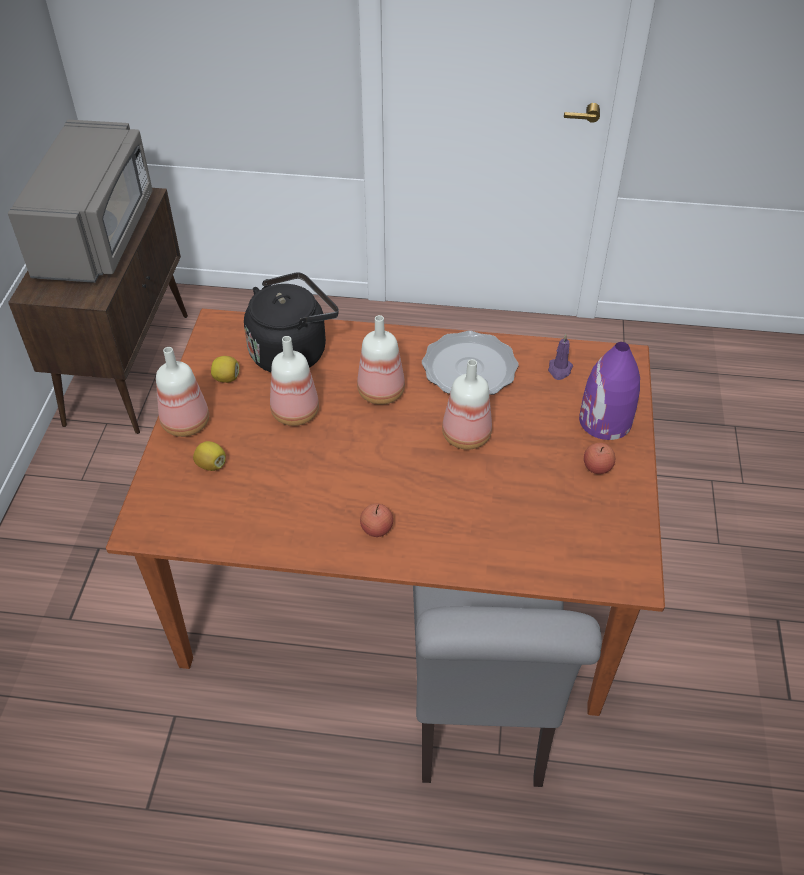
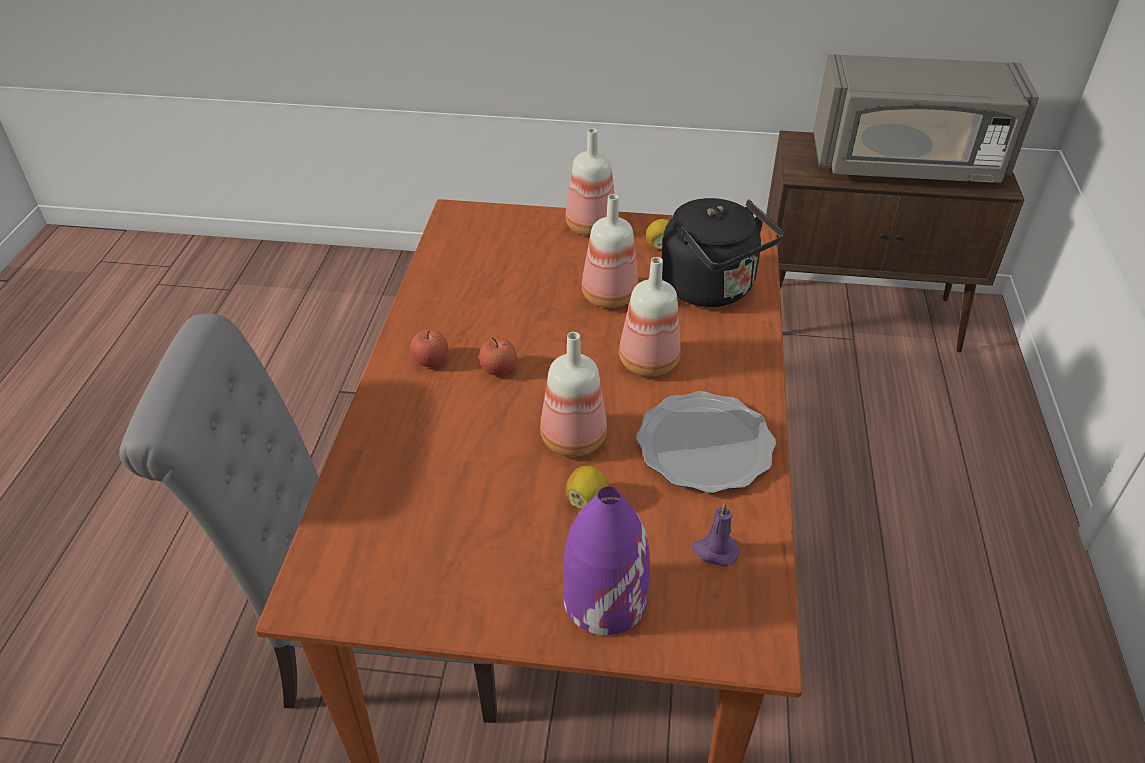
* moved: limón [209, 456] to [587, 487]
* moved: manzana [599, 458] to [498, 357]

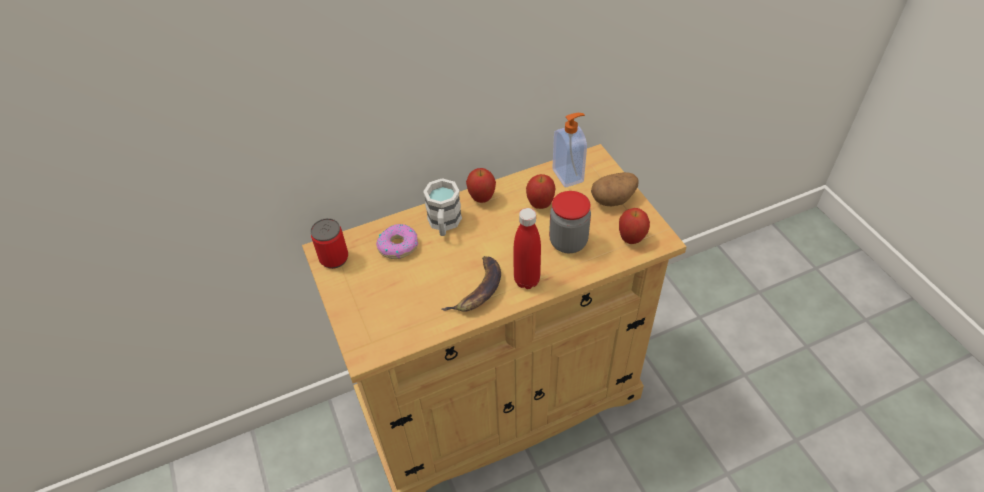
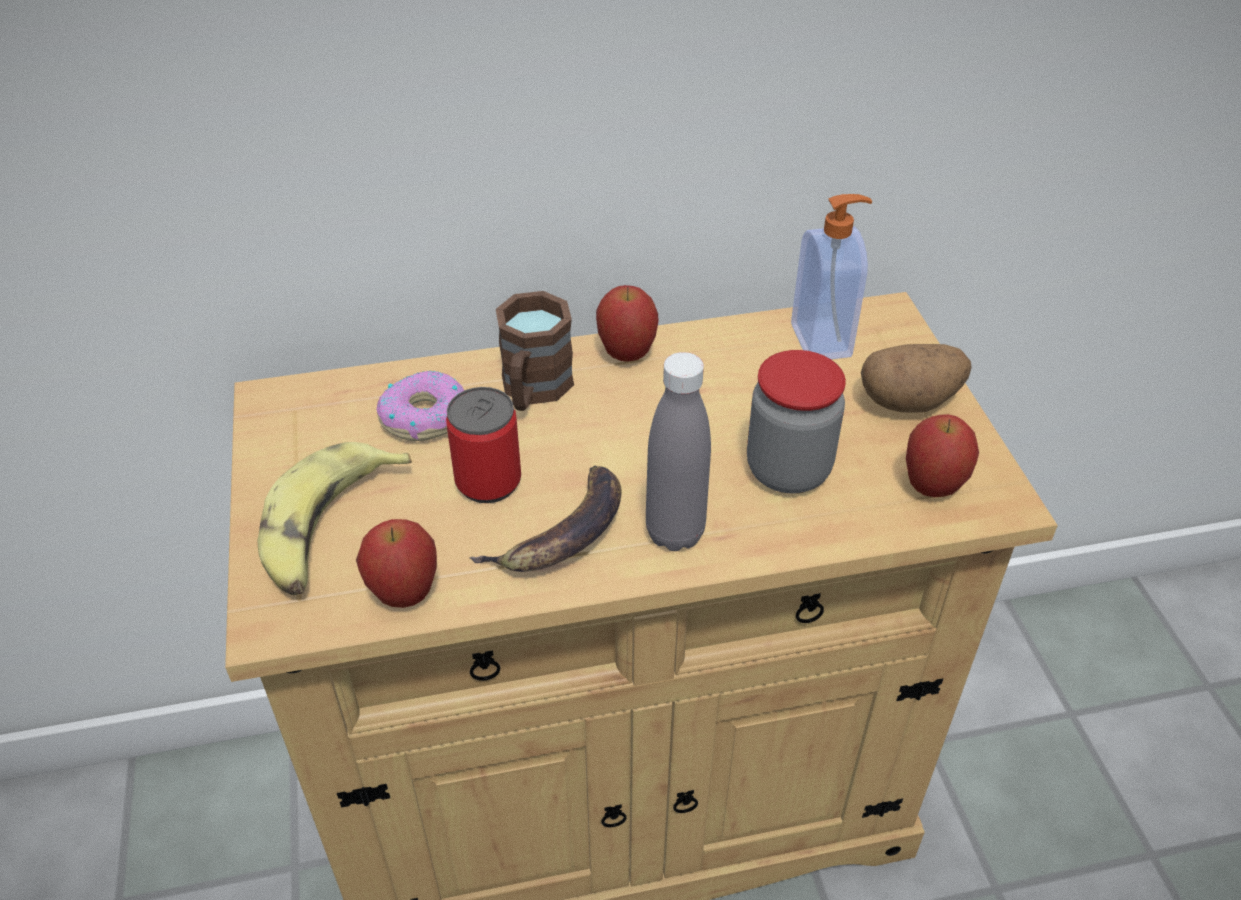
* moved: manzana [541, 191] to [396, 563]
* recoloured: taza grande (blanco) [442, 207] to taza grande (marrón) [535, 351]
* recoloured: botella (rojo) [527, 248] to botella (gris) [678, 451]
* moved: lata [329, 243] to [483, 445]
* added: plátano [335, 518]

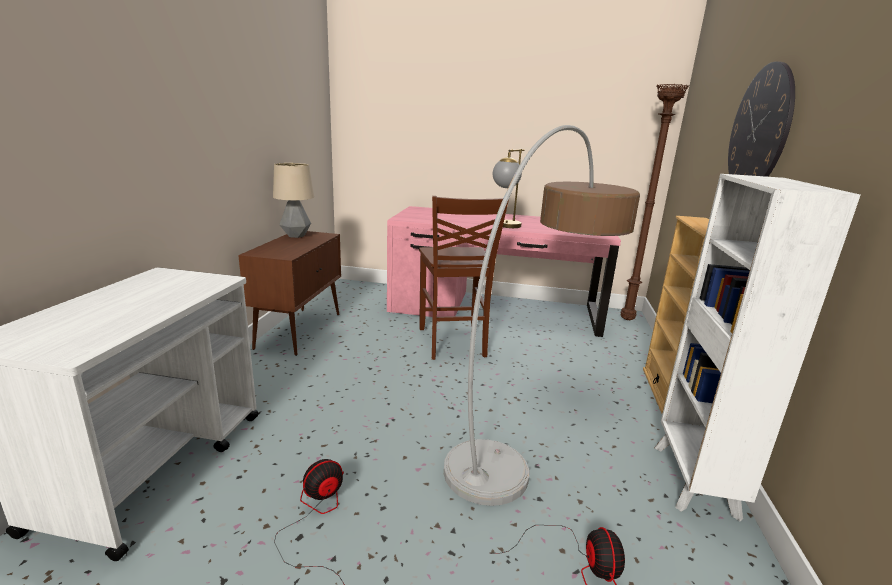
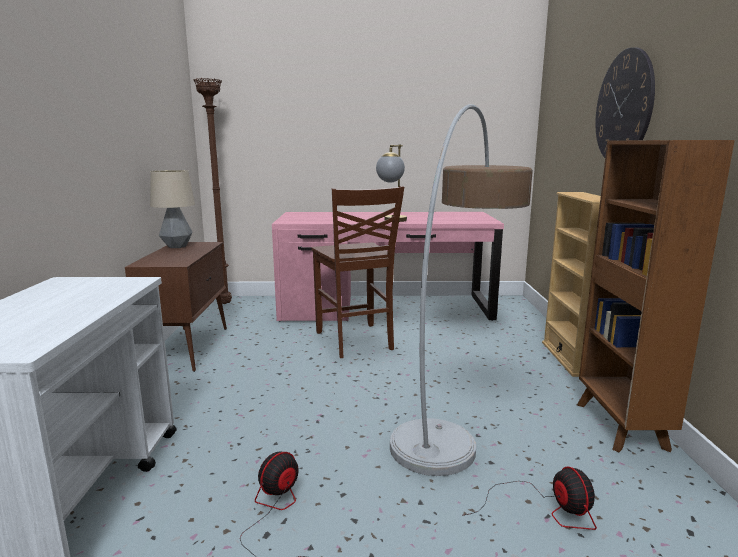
* moved: lámpara de pie (marrón) [655, 202] to [213, 191]
* recoloured: estantería (blanco) [757, 347] to estantería (marrón) [656, 296]

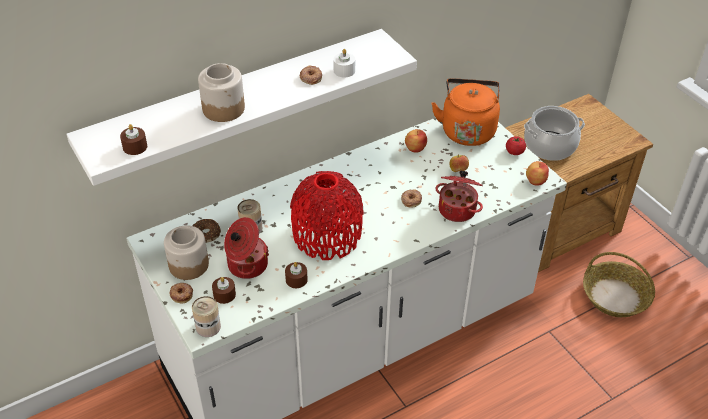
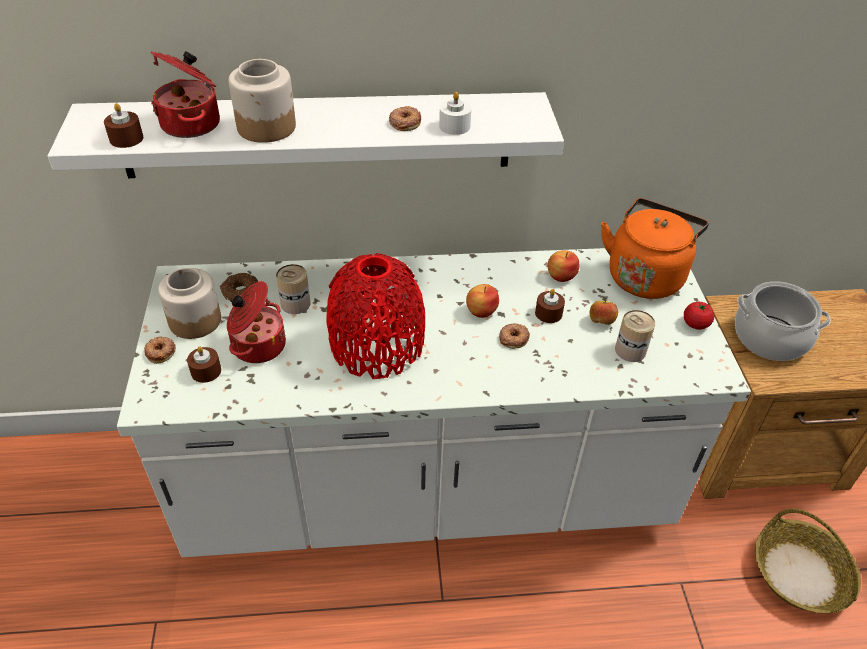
* moved: manzana [537, 173] to [482, 301]
* moved: olla [459, 196] to [185, 94]
* moved: vela (marrón) [296, 275] to [550, 306]
* moved: lata [206, 316] to [635, 336]

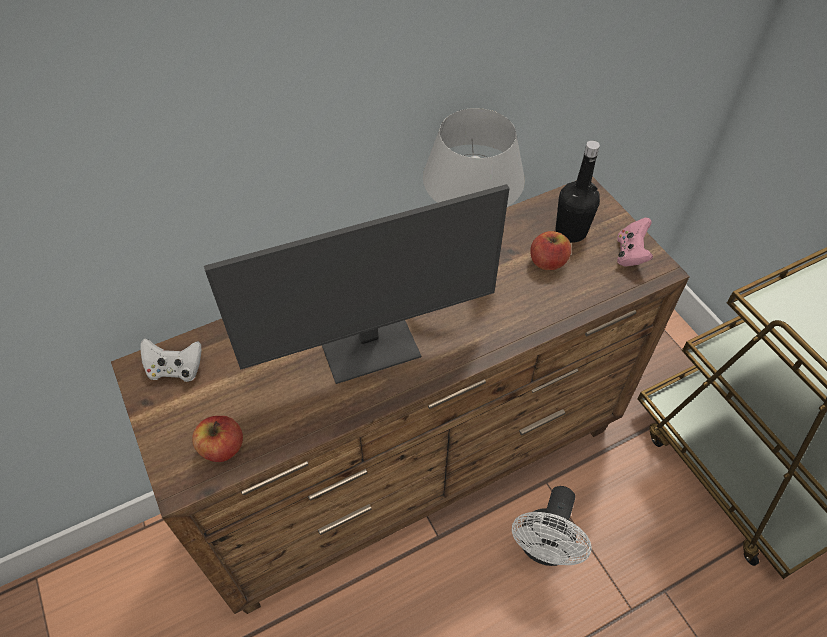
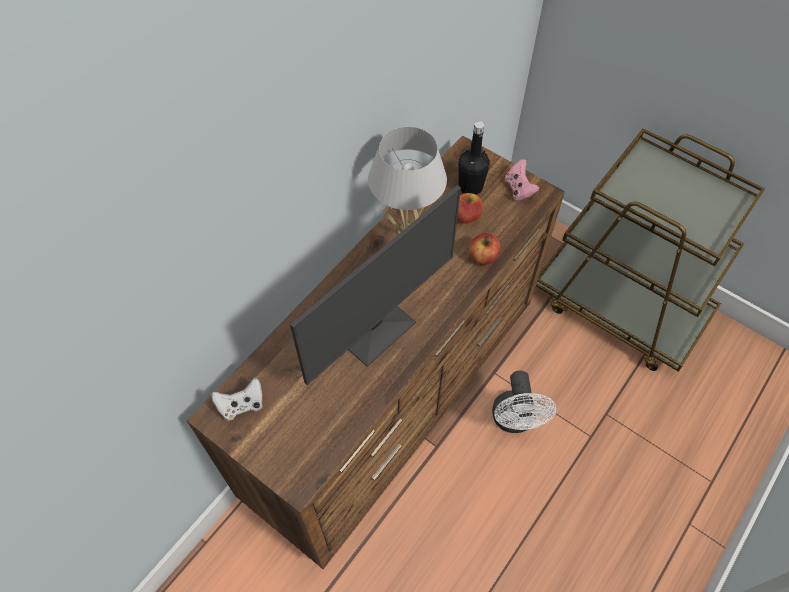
* moved: manzana [217, 439] to [485, 249]

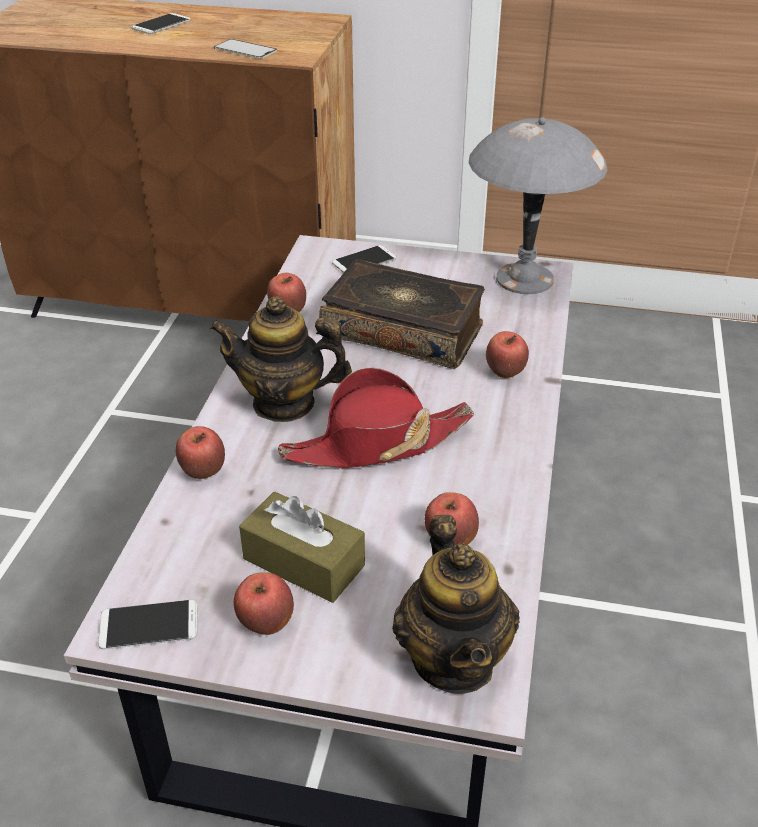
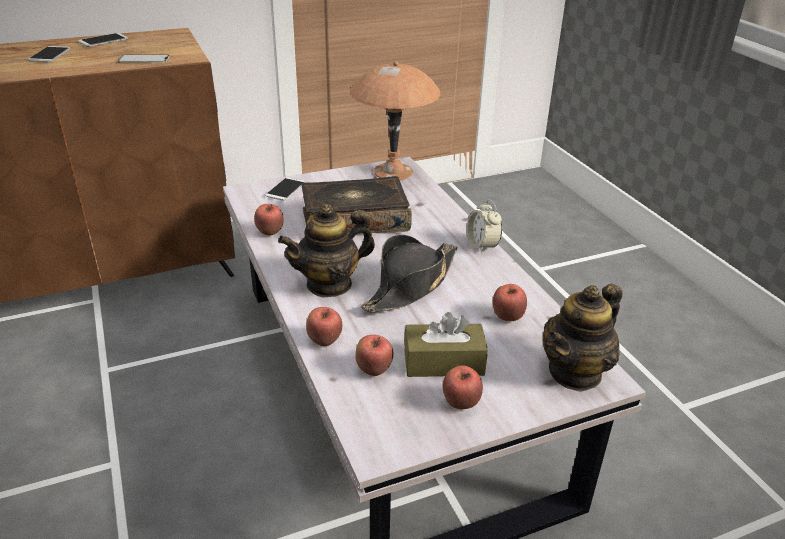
* recoloured: lámpara de mesa (gris) [538, 205] to lámpara de mesa (marrón) [394, 121]
* moved: manzana [507, 354] to [374, 355]
* recoloured: sombrero (rojo) [376, 418] to sombrero (negro) [409, 273]
* turned: tetera [456, 604] = [582, 338] 90 degrees clockwise
* moved: móvil [147, 624] to [103, 40]
* added: despertador [484, 226]

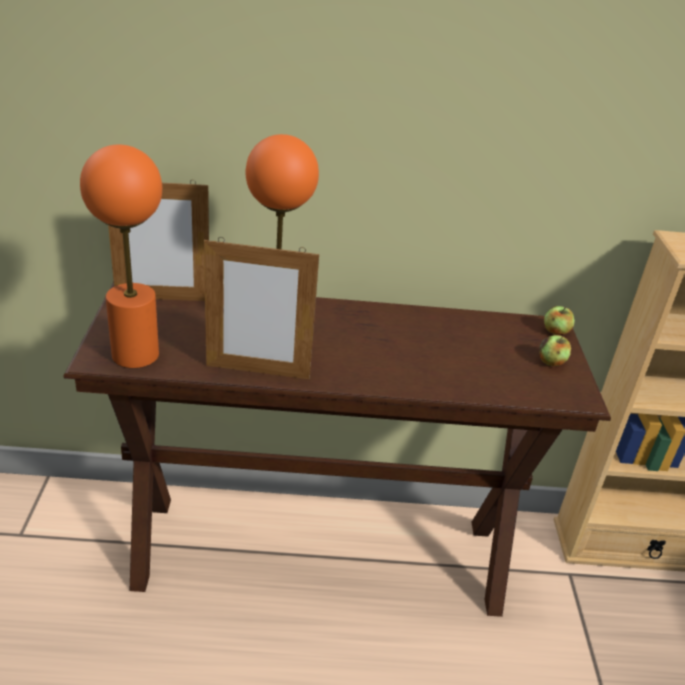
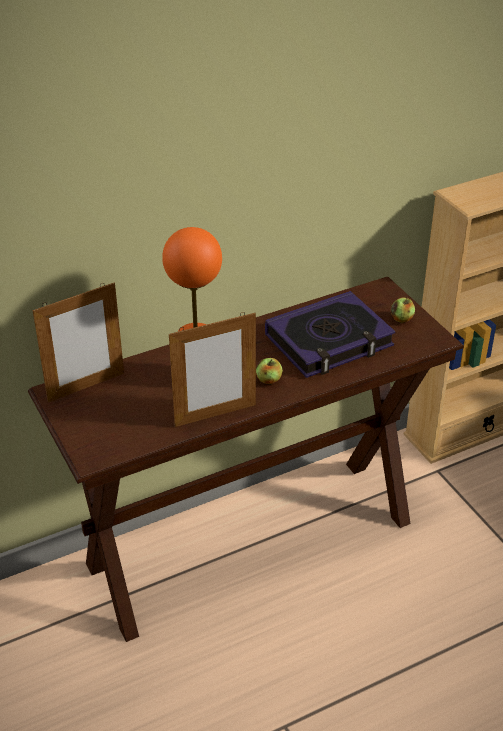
* removed: lámpara de mesa (naranja) [121, 256]
* moved: manzana [559, 320] to [269, 371]
* added: libro [330, 334]

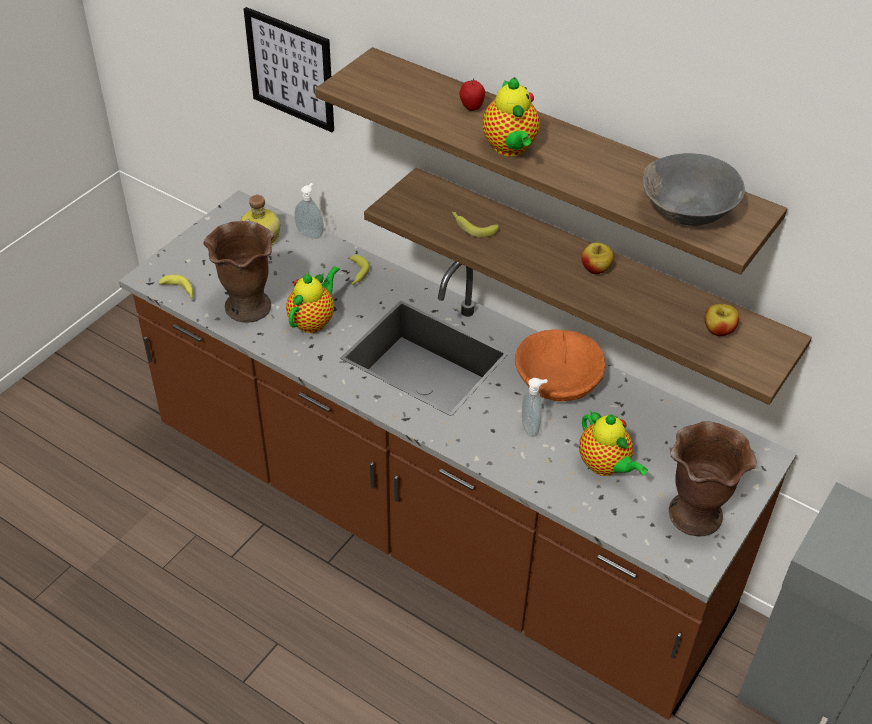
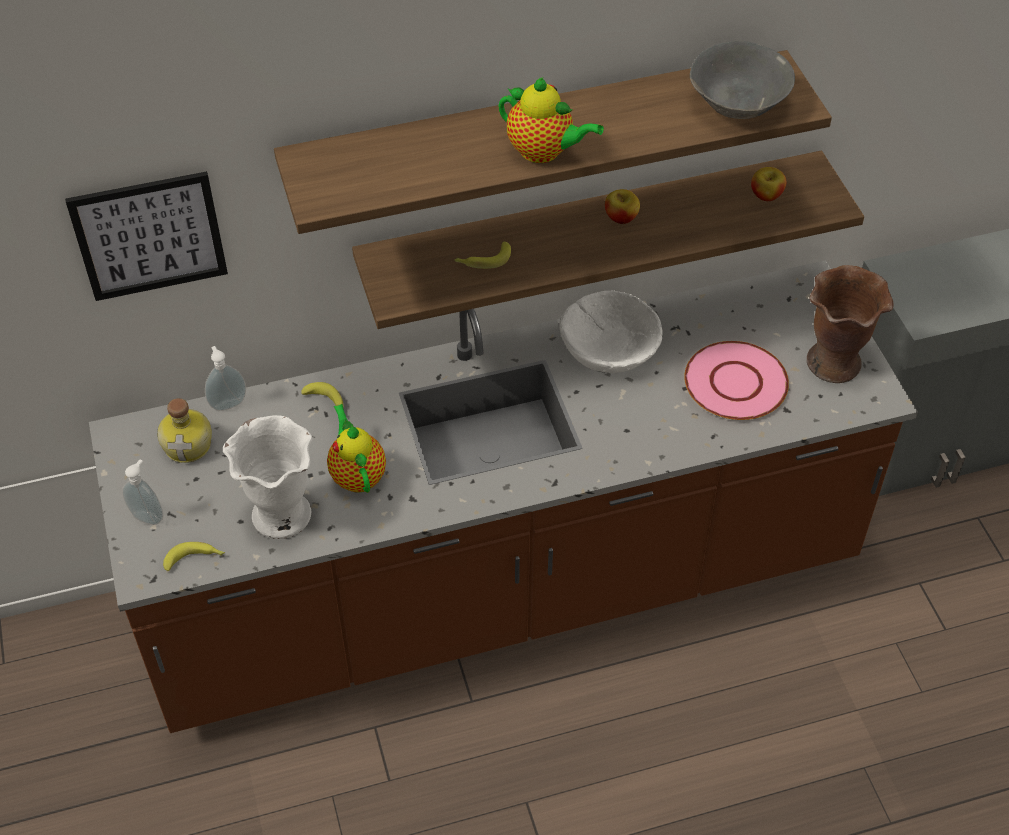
* removed: manzana [472, 94]
* recoloured: florero (marrón) [239, 272] to florero (blanco) [267, 477]
* recoloured: cuenco (naranja) [560, 365] to cuenco (blanco) [611, 331]
* moved: dispensador de jabón [535, 407] to [142, 492]
* replaced: tetera [613, 443] to plato (rosa) [736, 380]

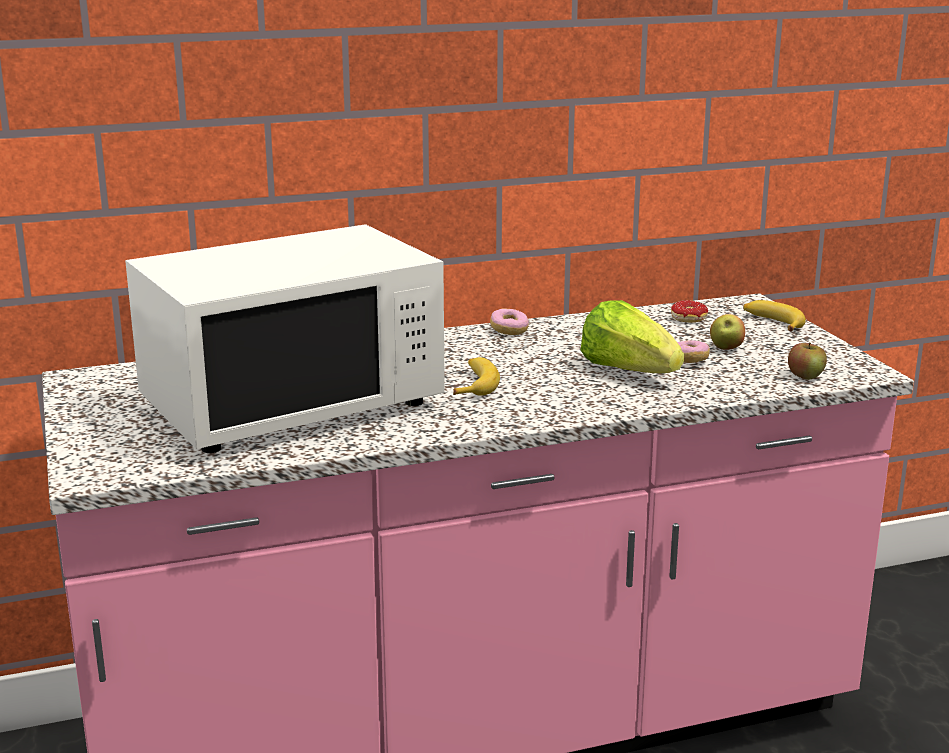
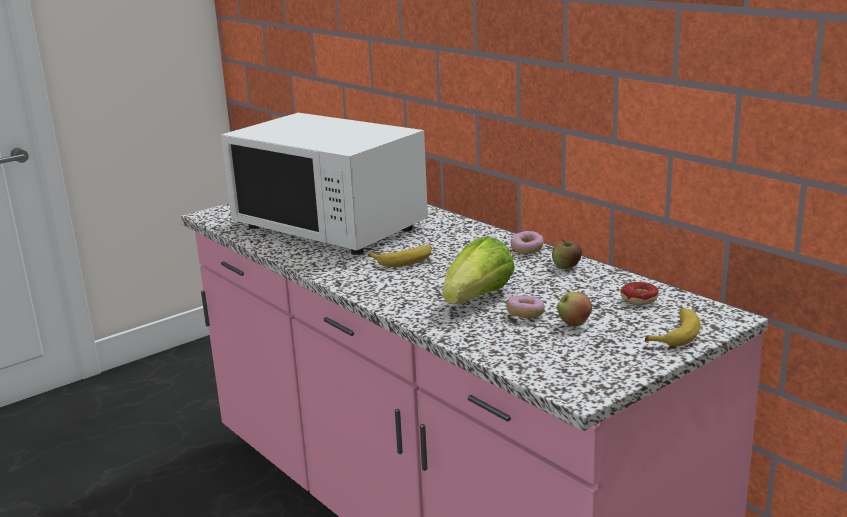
* moved: manzana [807, 361] to [567, 254]

